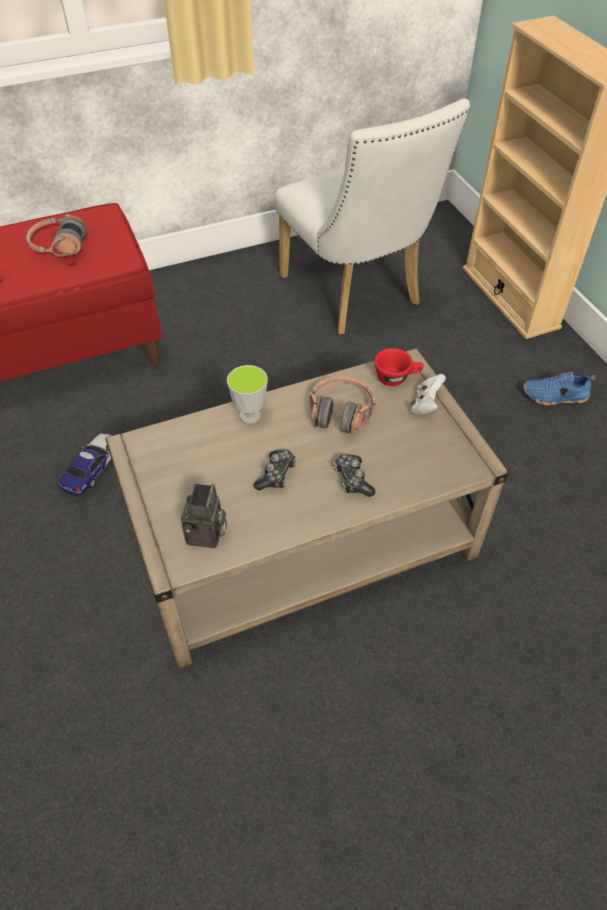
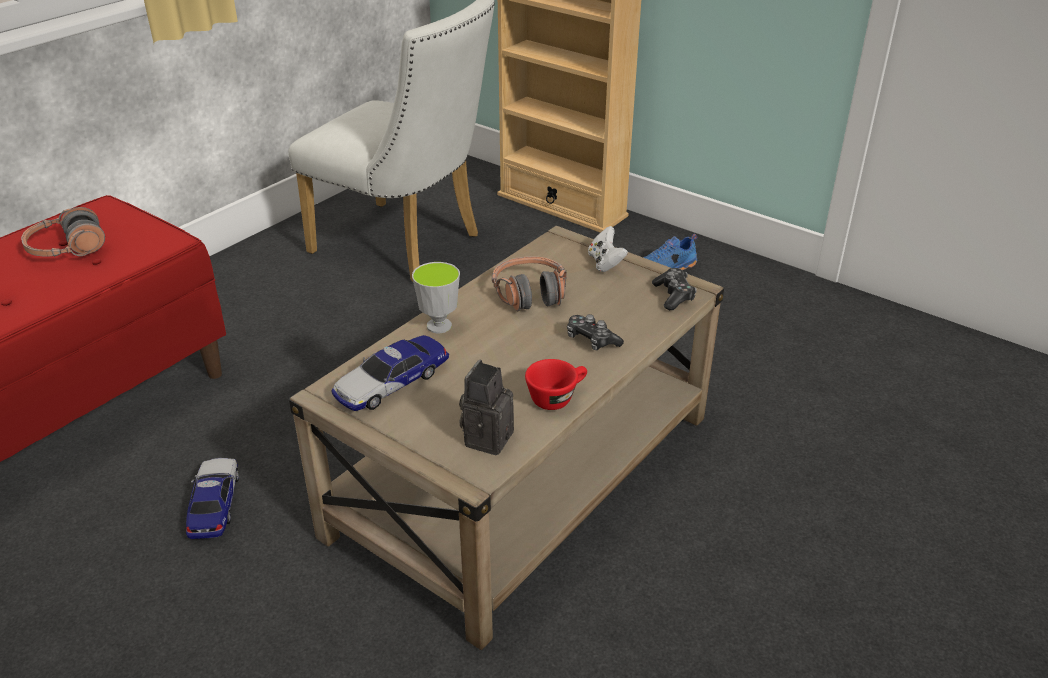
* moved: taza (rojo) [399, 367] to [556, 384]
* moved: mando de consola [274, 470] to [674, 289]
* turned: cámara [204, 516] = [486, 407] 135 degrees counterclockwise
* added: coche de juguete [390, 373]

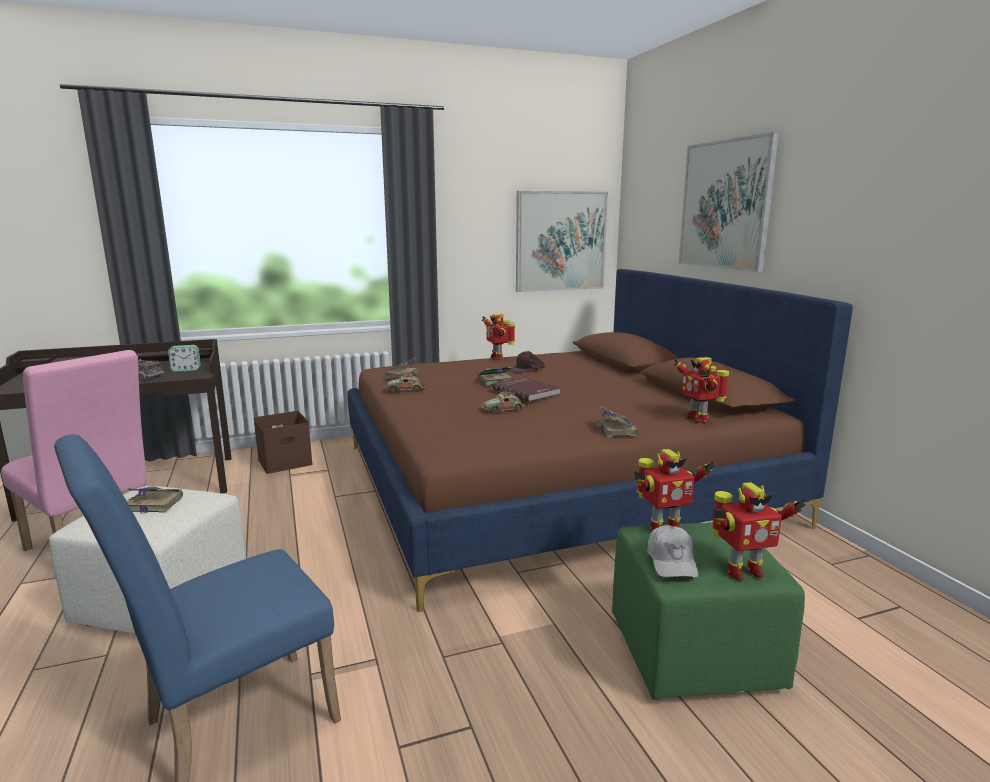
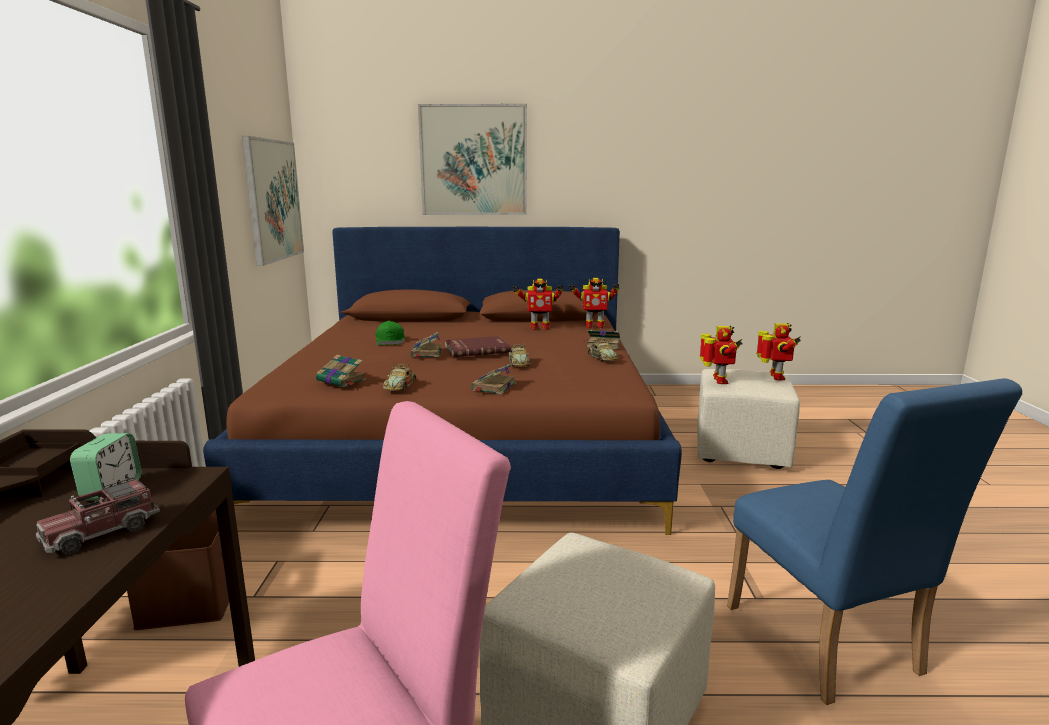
* moved: robot de juguete [498, 337] to [538, 304]
* recoloured: gorra (marrón) [527, 361] to gorra (verde) [390, 333]
* moved: libro [152, 500] to [493, 378]
* recoloured: puf (verde) [708, 611] to puf (beis) [748, 419]
* removed: gorra (blanco) [672, 551]
* added: coche de juguete [603, 350]

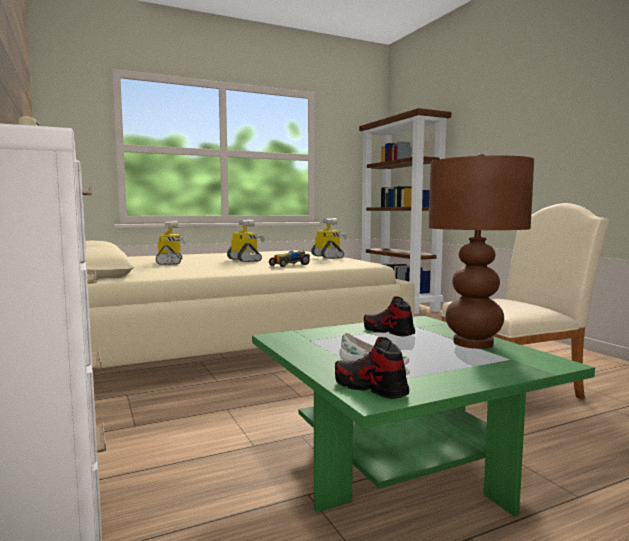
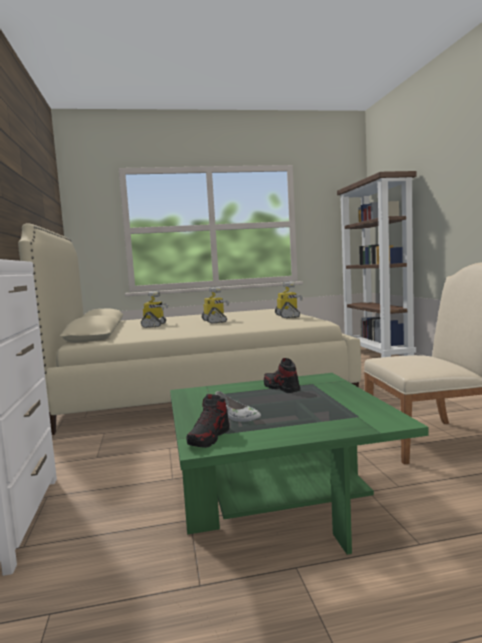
* removed: lámpara de mesa (marrón) [481, 251]
* removed: coche de juguete [289, 258]
* turned: zapato [372, 368] = [208, 421] 120 degrees counterclockwise

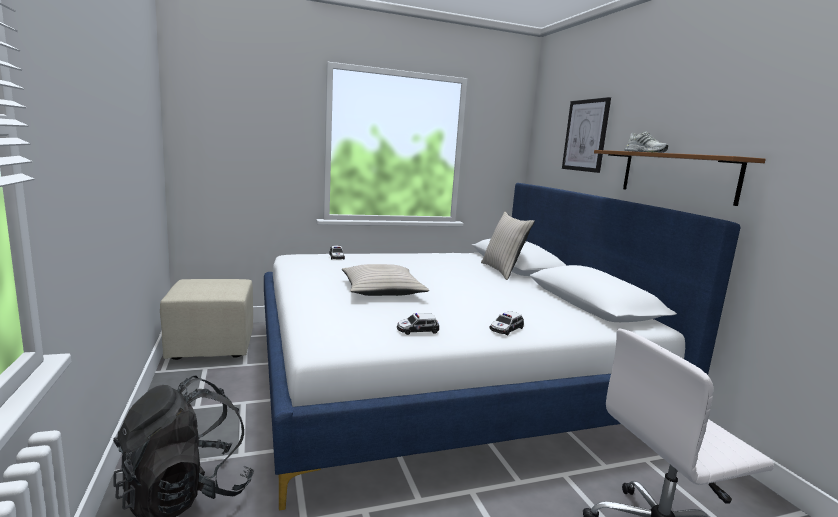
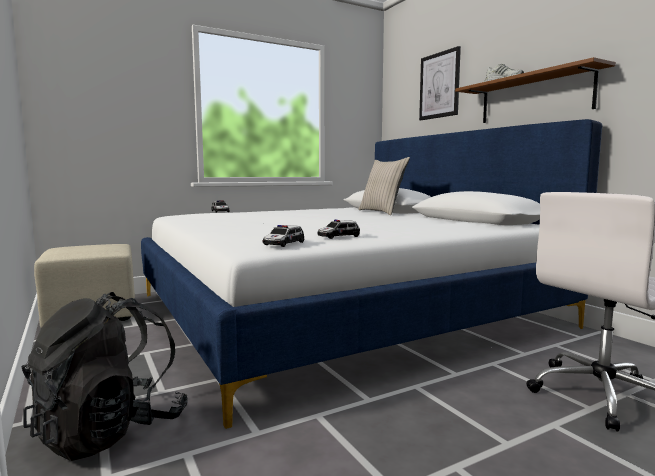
* removed: cojín (beis) [385, 280]
* moved: coche de juguete [506, 323] to [283, 236]

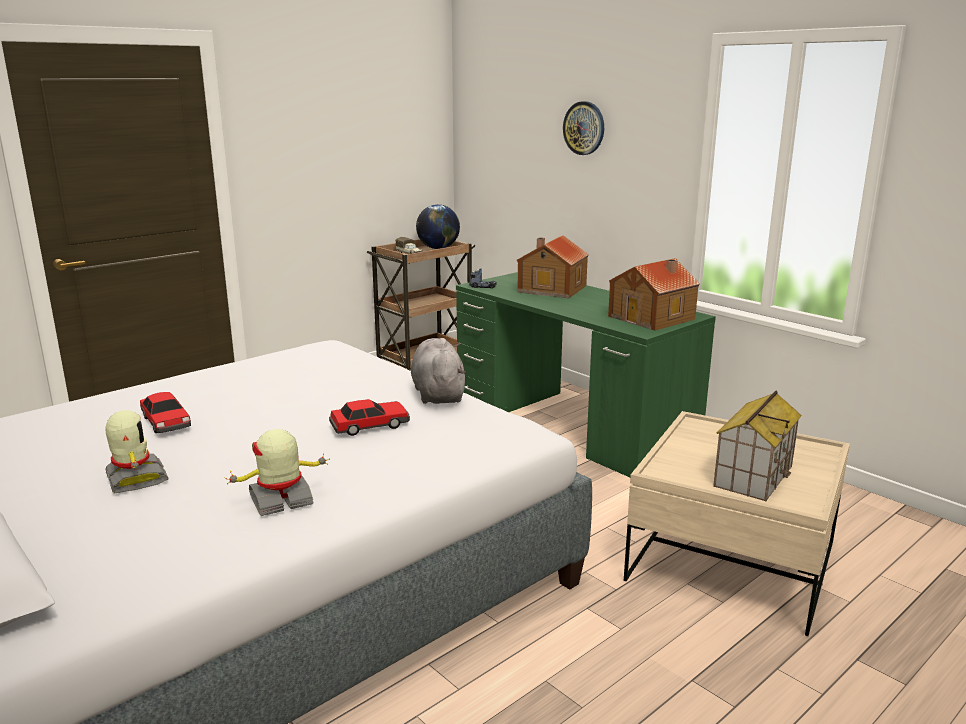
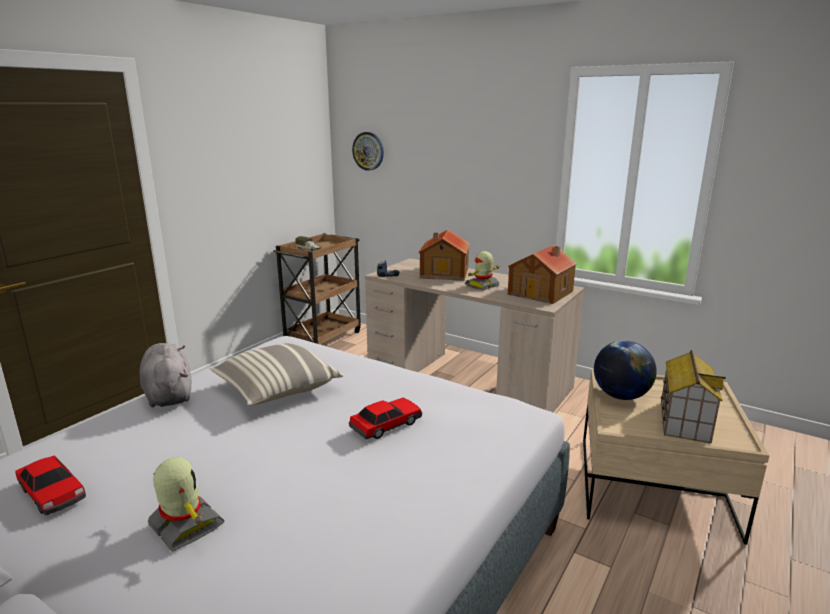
* moved: reloj de pared [583, 128] to [368, 151]
* moved: globo terráqueo [438, 226] to [625, 370]
* recoloured: escritorio (verde) [586, 374] to escritorio (beis) [474, 335]
* moved: peluche (gris) [438, 371] to [165, 375]
* moved: coche de juguete [165, 412] to [50, 485]
* moved: robot de juguete [277, 472] to [482, 270]
* added: cojín [276, 374]

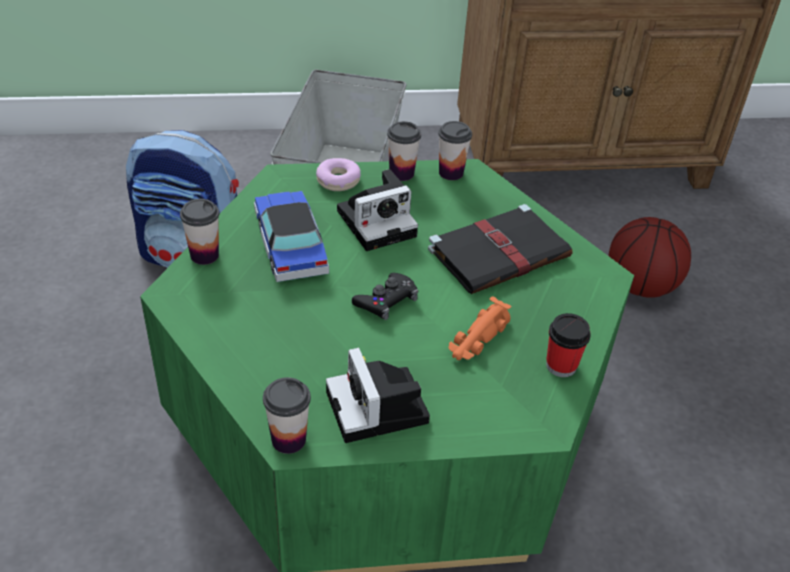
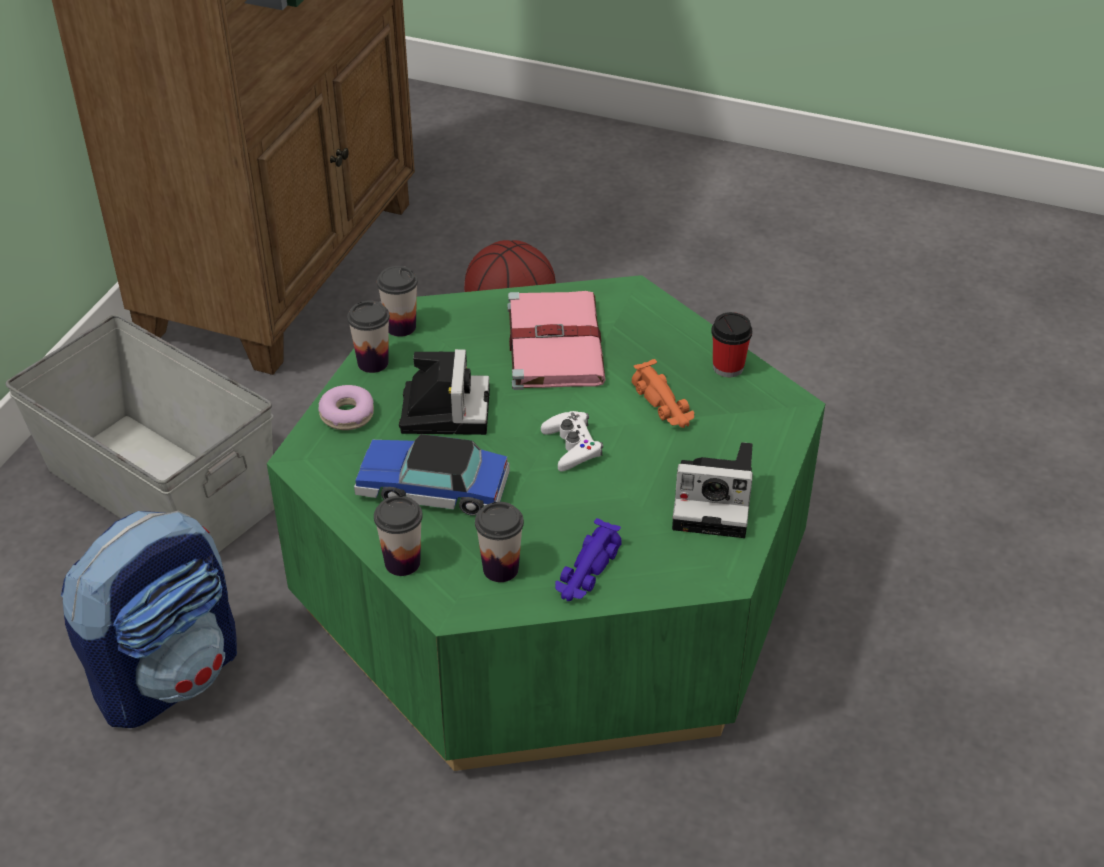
* recoloured: libro (negro) [500, 249] to libro (rosa) [556, 340]
* recoloured: mando de consola (negro) [385, 296] to mando de consola (blanco) [572, 441]
* moved: taza [287, 415] to [499, 542]
* added: coche de juguete (morado) [588, 559]

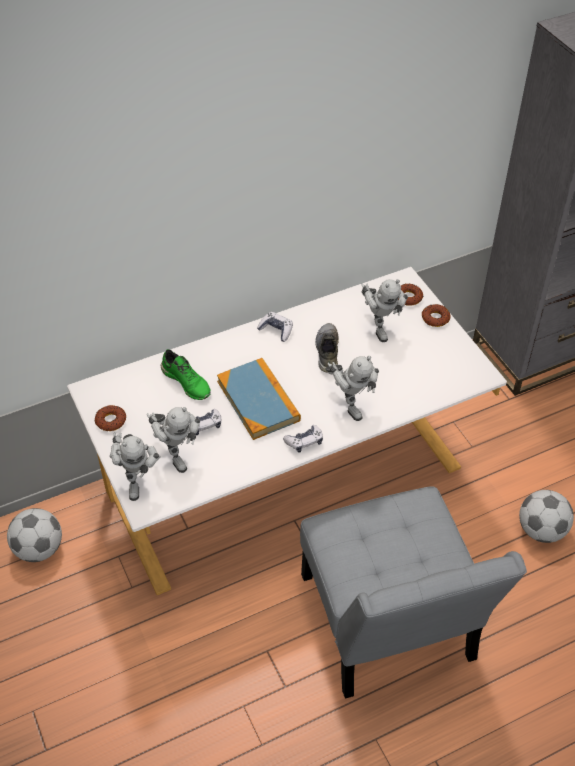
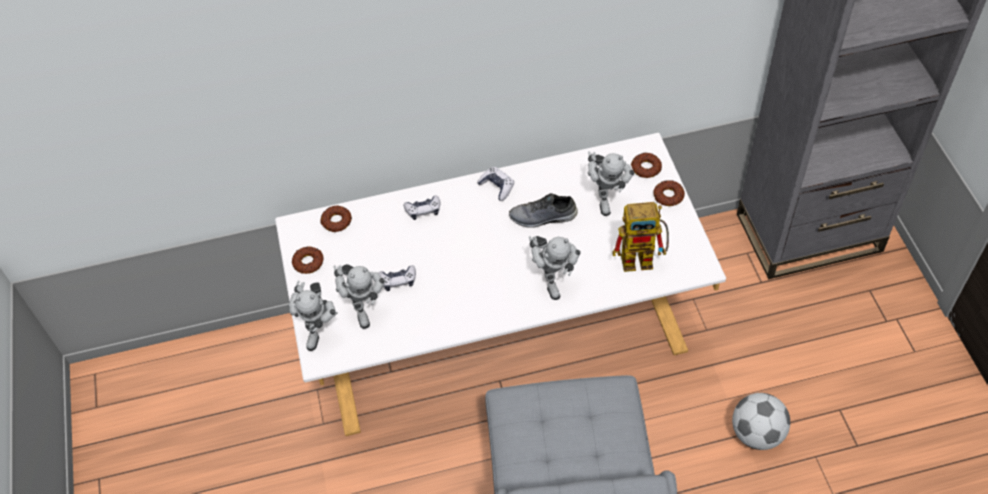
* turned: zapato (gris) [327, 348] = [543, 210] 105 degrees counterclockwise
* removed: zapato (verde) [186, 374]
* removed: libro [259, 399]
* moved: mando de consola [303, 439] to [422, 207]
* removed: balón de fútbol [34, 535]
* added: robot de juguete [640, 237]
* added: rosquilla [336, 218]

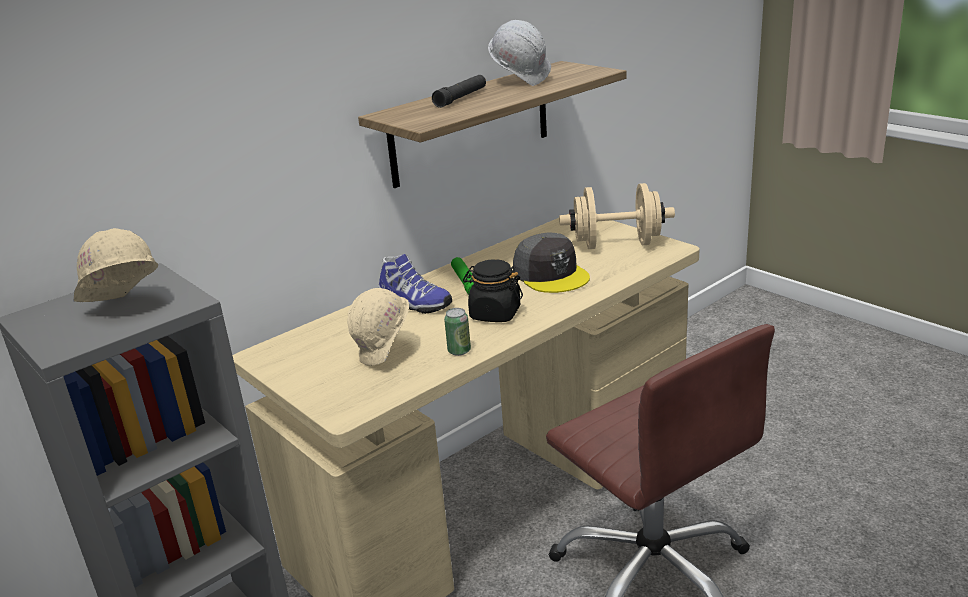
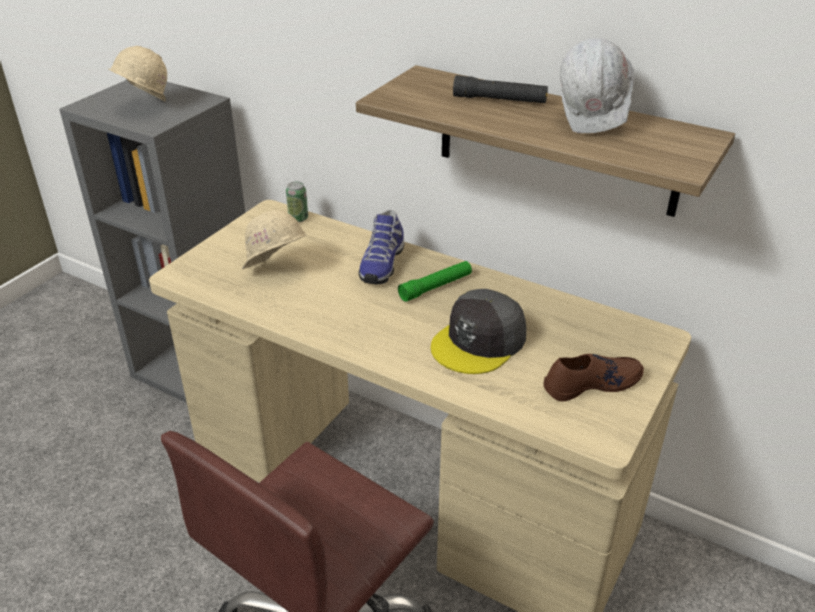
* replaced: mancuerna (beis) [617, 216] to zapato (marrón) [593, 377]
* removed: tarro (negro) [493, 290]
* moved: lata [457, 332] to [297, 202]

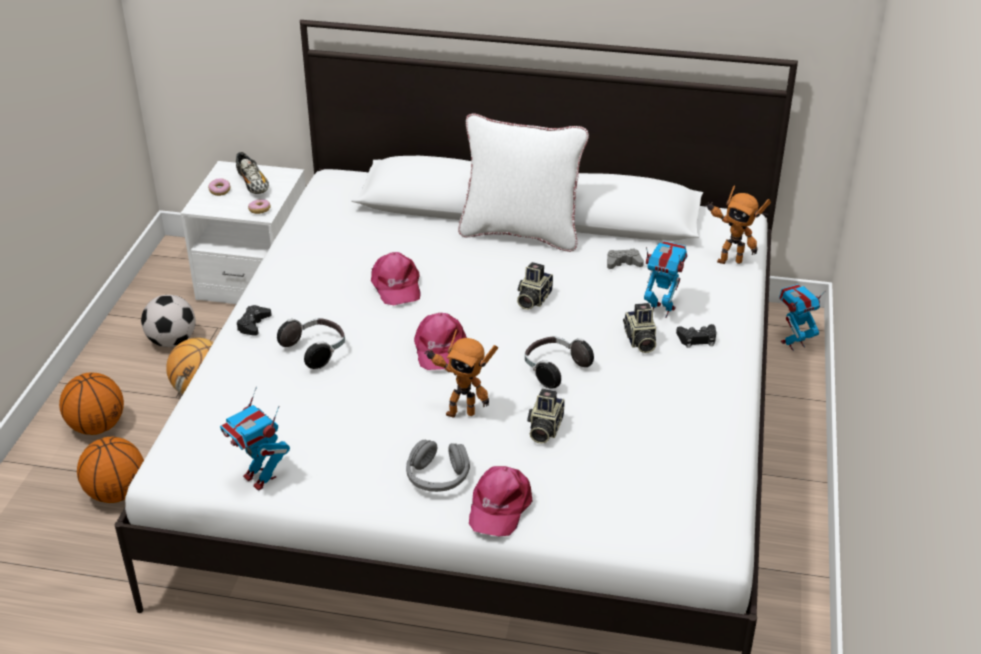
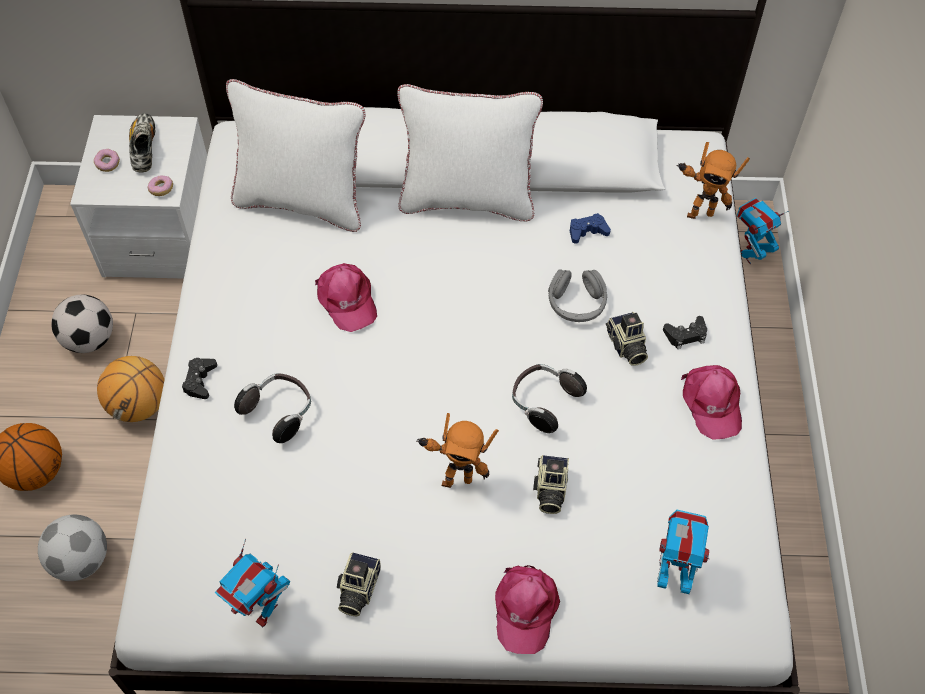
* turned: zapato [252, 173] = [142, 142] 150 degrees counterclockwise
* moved: robot de juguete [666, 279] to [683, 552]
* recoloured: mando de consola (gris) [625, 258] to mando de consola (azul) [590, 228]
* moved: cámara [535, 286] to [359, 584]
* moved: gorra (rosa) [440, 341] to [711, 402]
* replaced: balón de baloncesto [110, 470] to balón de fútbol [72, 548]
* moved: auriculares (gris) [438, 466] to [577, 295]
* added: cojín (blanco) [296, 155]

